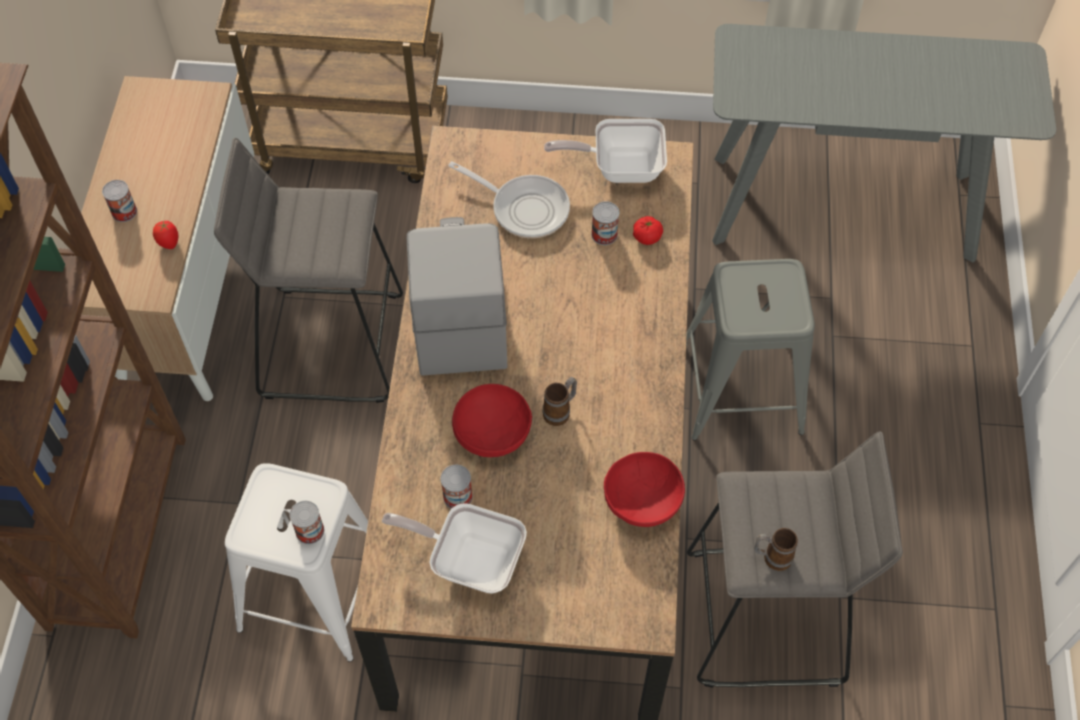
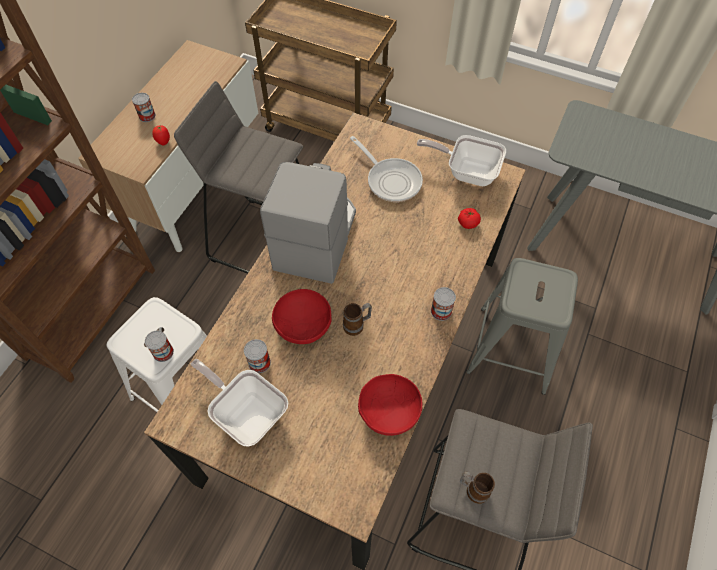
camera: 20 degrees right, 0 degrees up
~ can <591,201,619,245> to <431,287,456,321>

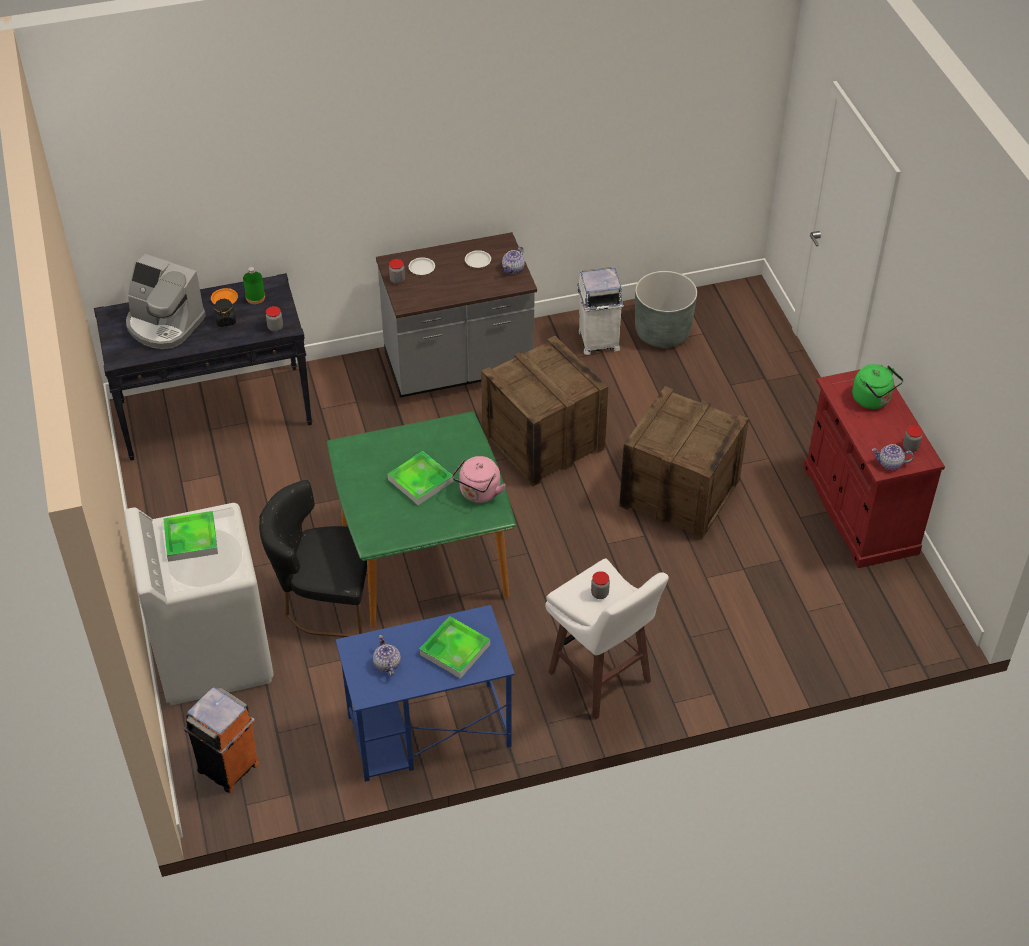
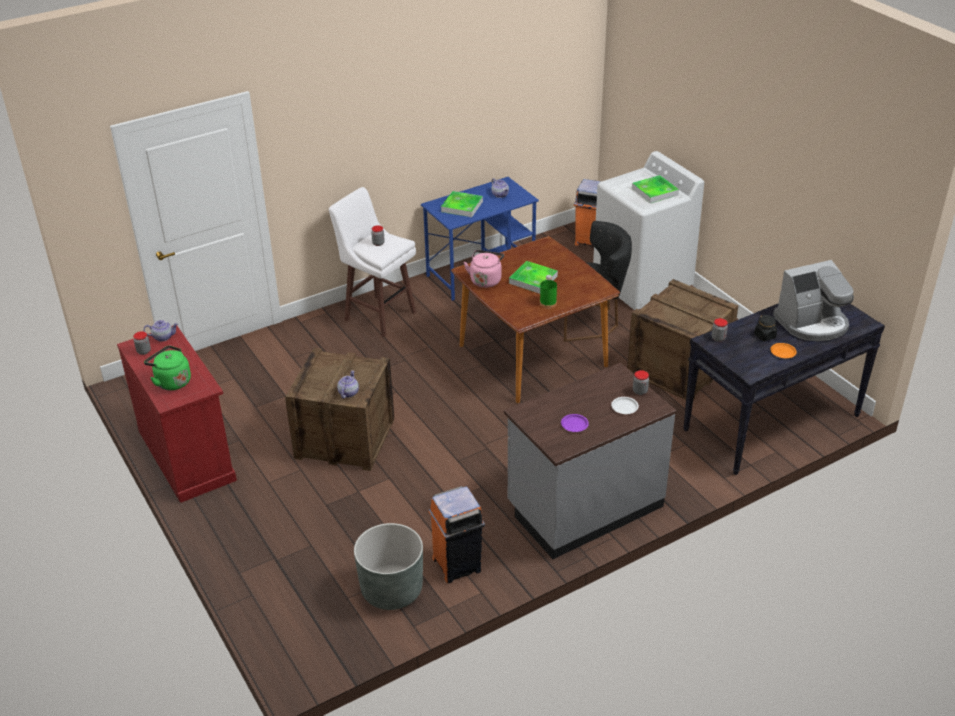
camera: 165 degrees right, 10 degrees down
~ green bottle <243,267,265,304> to <540,275,557,308>
~ crate <481,335,608,486> to <627,279,738,400>
~ teapot <502,246,525,274> to <337,370,359,399>
~ green dining table <327,411,516,628> to brown dining table <451,236,620,403>
~ white plate <465,250,491,268> to purple plate <561,414,589,432>
~ white trash can <577,267,624,355> to orange trash can <428,486,485,583>
~ coffee machine <126,254,206,349> = <773,260,854,341> 150 degrees clockwise

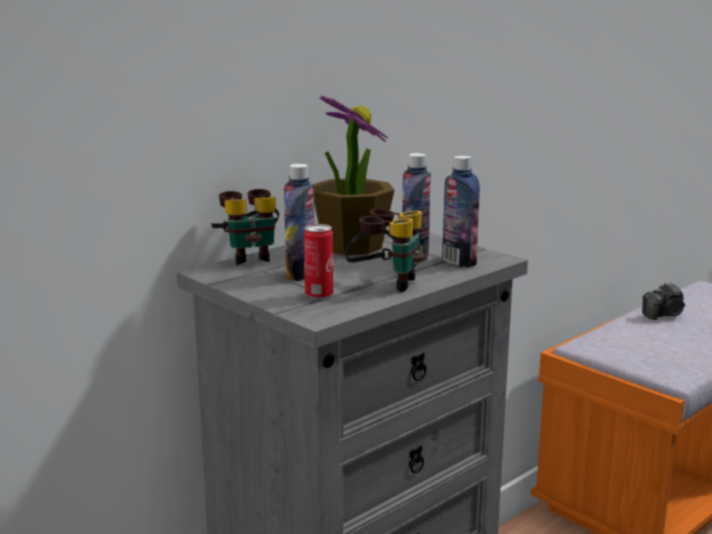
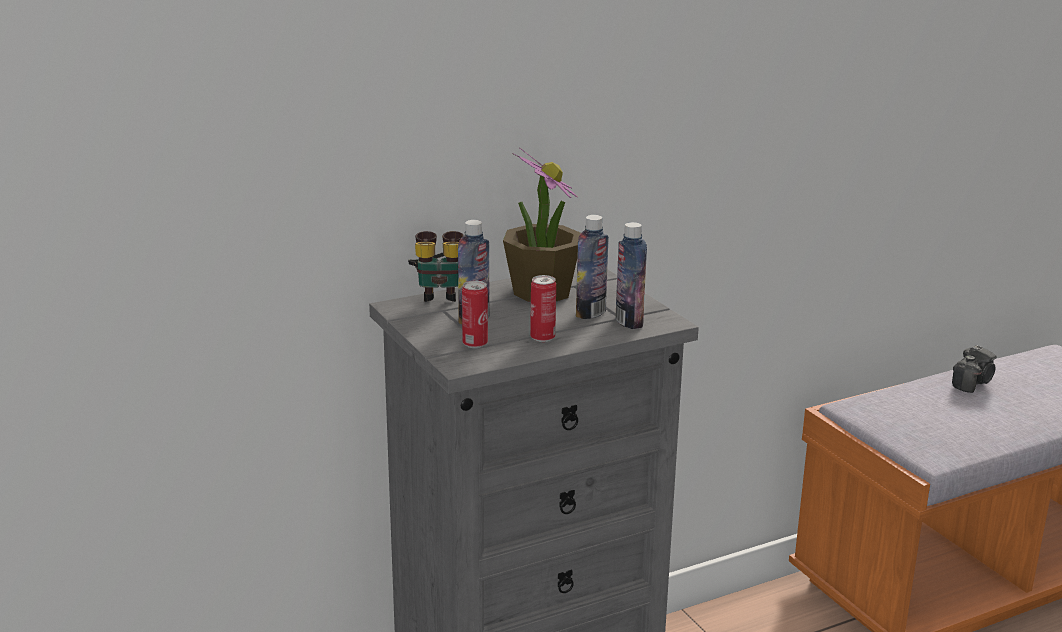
camera: 15 degrees right, 5 degrees up
~ binoculars <345,208,426,292> to can <530,275,556,342>
~ photo camera <642,282,685,320> = <952,345,996,393> 45 degrees counterclockwise

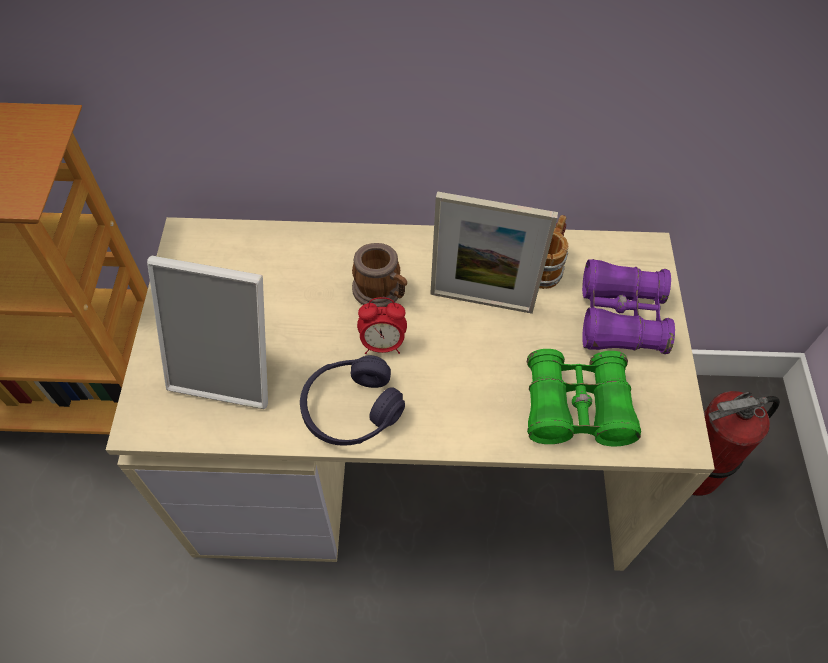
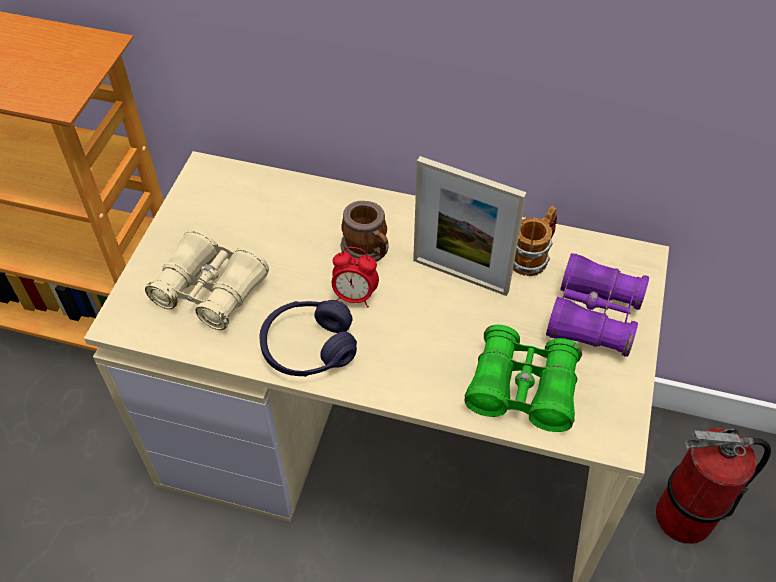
camera: 15 degrees right, 5 degrees down
~ picture frame <147,256,268,409> to beige binoculars <145,229,269,330>

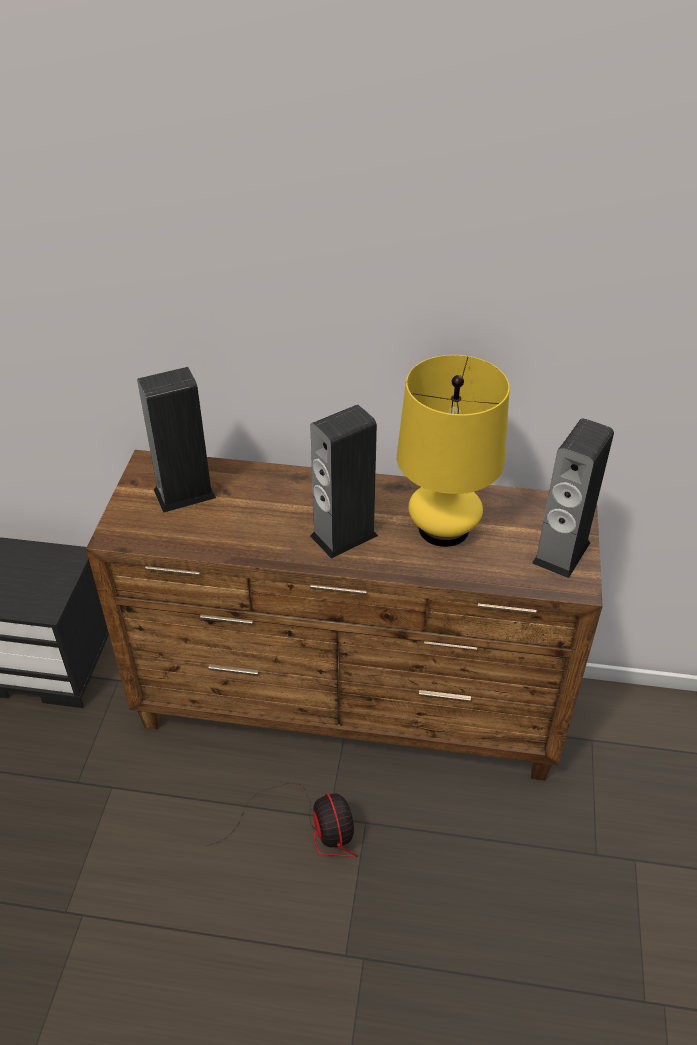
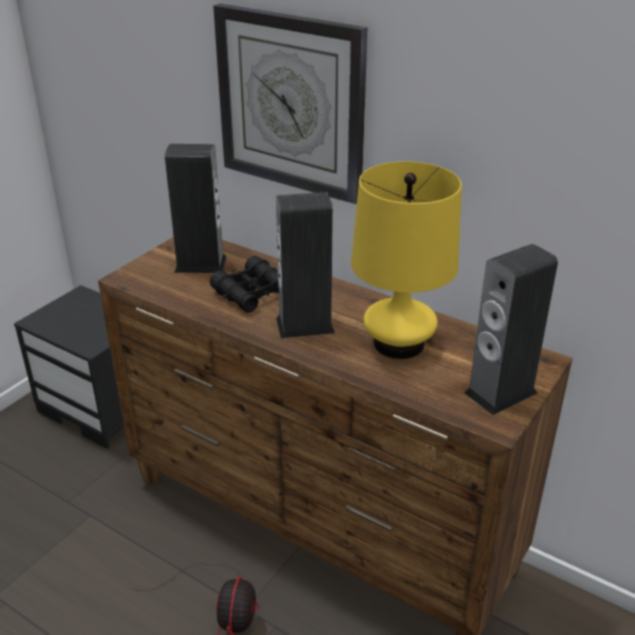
camera: 25 degrees right, 10 degrees down
+ black binoculars <210,256,279,313>
+ wall clock <213,4,367,204>

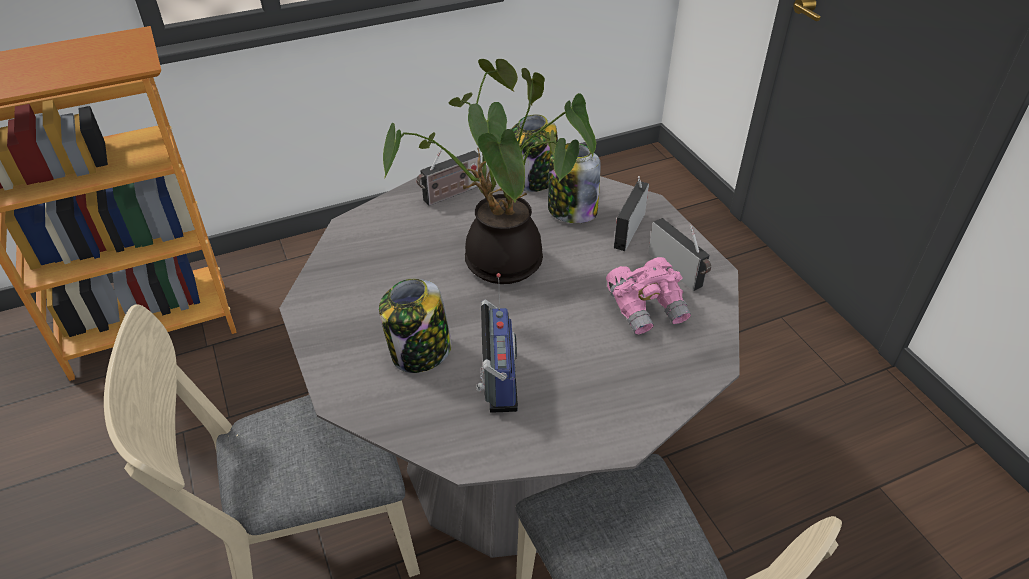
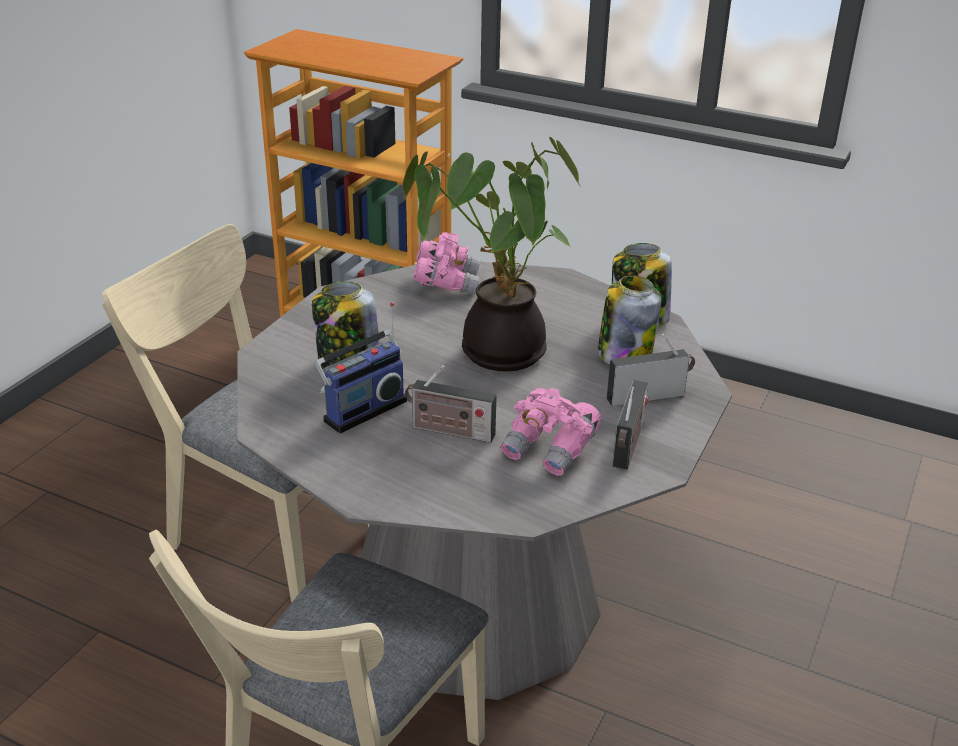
camera: 50 degrees right, 10 degrees down
+ pink binoculars <413,232,480,295>
~ radio <416,148,481,206> to <405,365,497,443>

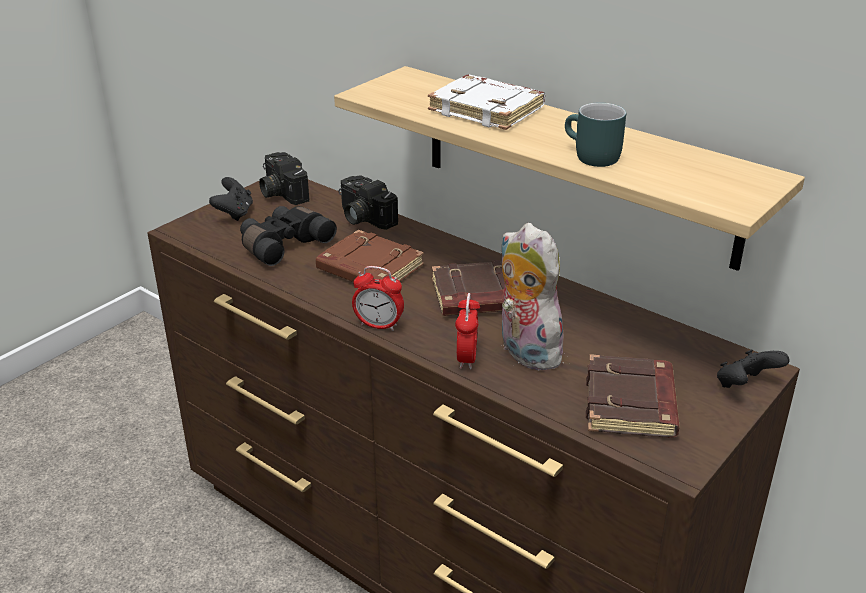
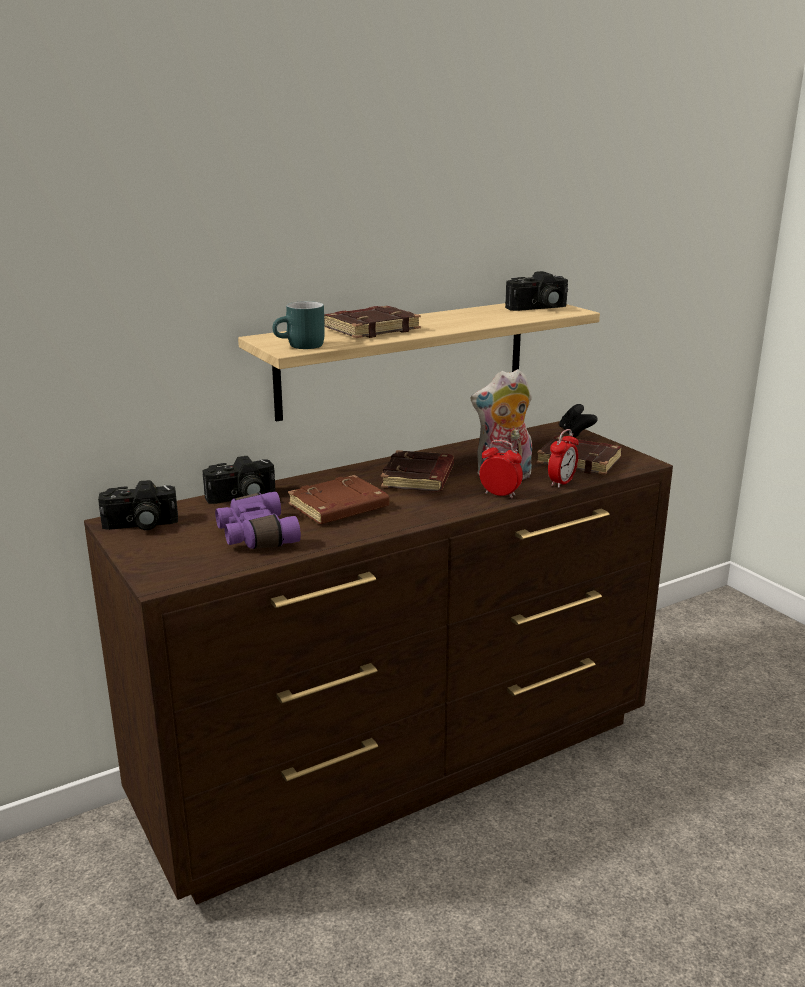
camera: 70 degrees left, 10 degrees down
- black game controller <209,177,253,221>
+ photo camera <505,271,568,311>
~ alarm clock <352,266,404,331> to <548,429,579,488>
~ turquoise mug <565,102,626,167> to <273,301,325,349>
~ black binoculars <240,206,337,266> to purple binoculars <215,492,301,549>
~ white book <428,74,545,130> to brown book <324,306,421,338>

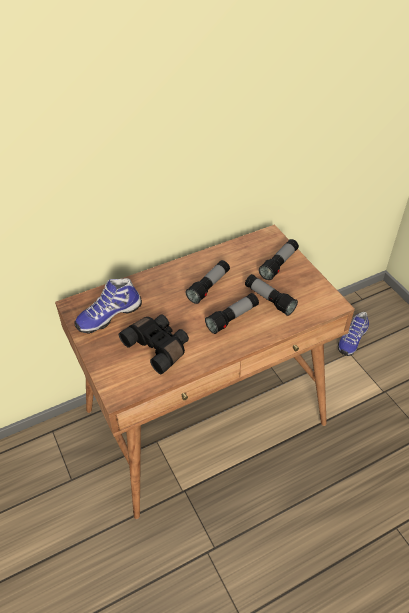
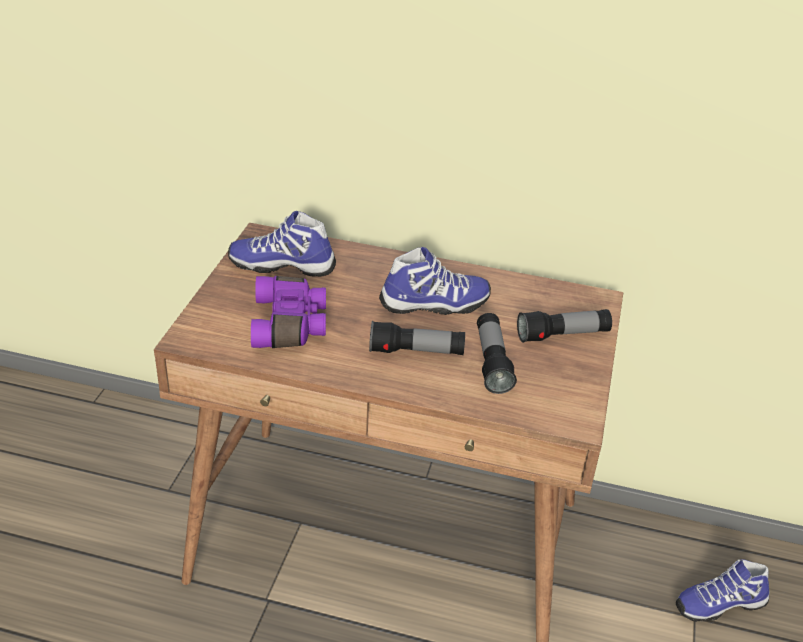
camera: 40 degrees right, 10 degrees down
~ flashlight <185,260,230,304> to shoe <379,247,491,315>
~ black binoculars <119,314,189,374> to purple binoculars <251,276,326,348>

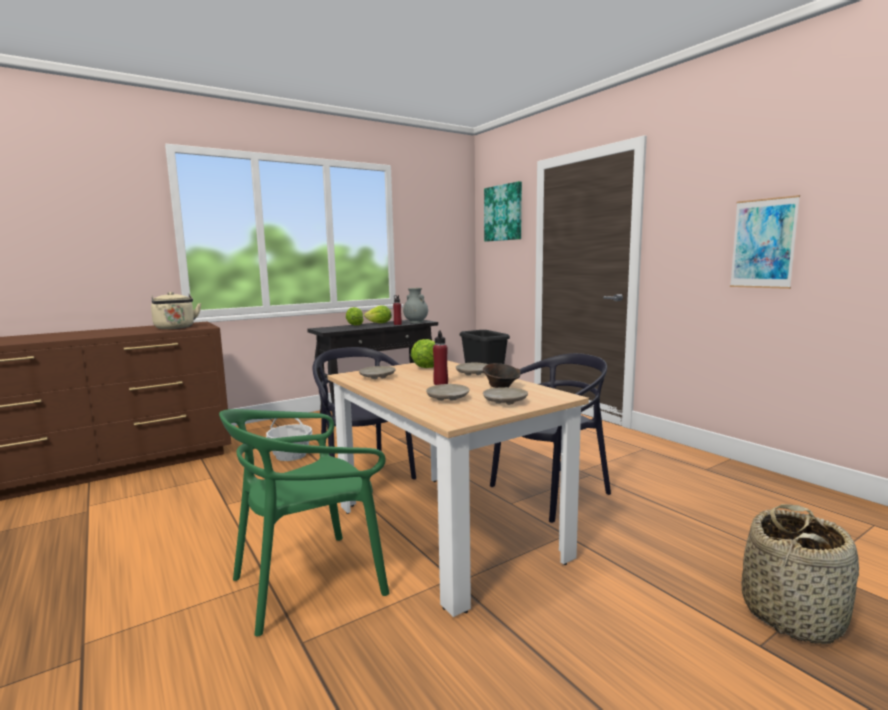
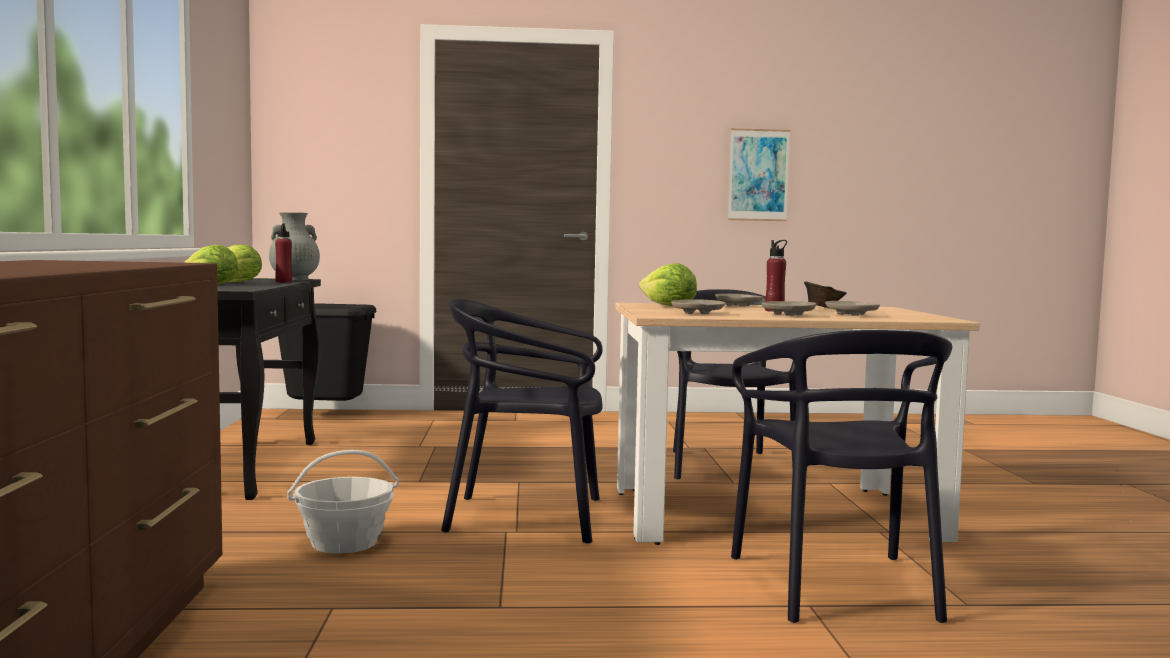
camera: 60 degrees left, 5 degrees down
- beige kettle <151,292,201,329>
- picture <484,181,522,241>
- basket <742,504,859,644>
~ beige plate <483,387,528,405> to <762,301,816,316>
~ green chair <219,409,389,636> to black chair <731,330,952,623>

